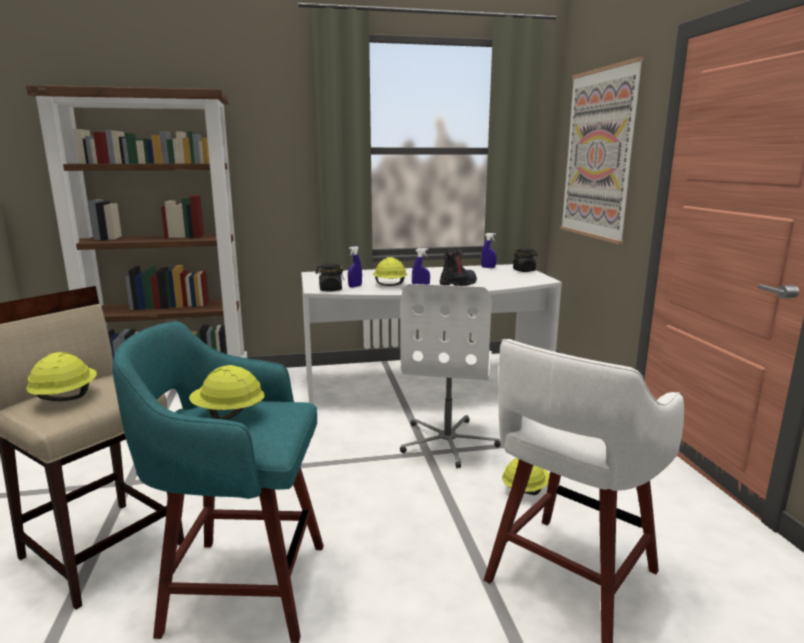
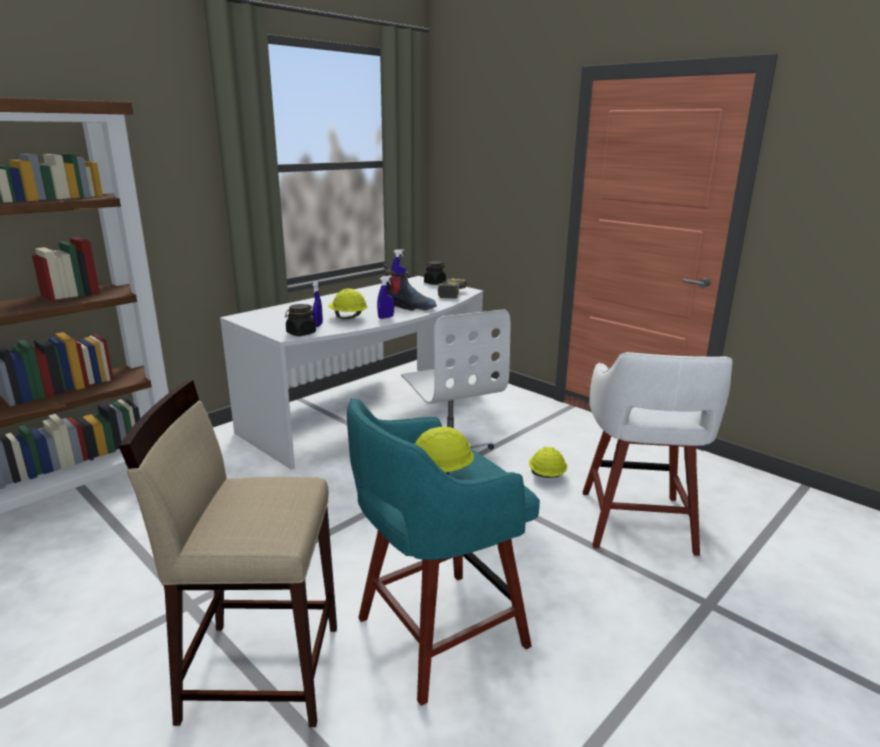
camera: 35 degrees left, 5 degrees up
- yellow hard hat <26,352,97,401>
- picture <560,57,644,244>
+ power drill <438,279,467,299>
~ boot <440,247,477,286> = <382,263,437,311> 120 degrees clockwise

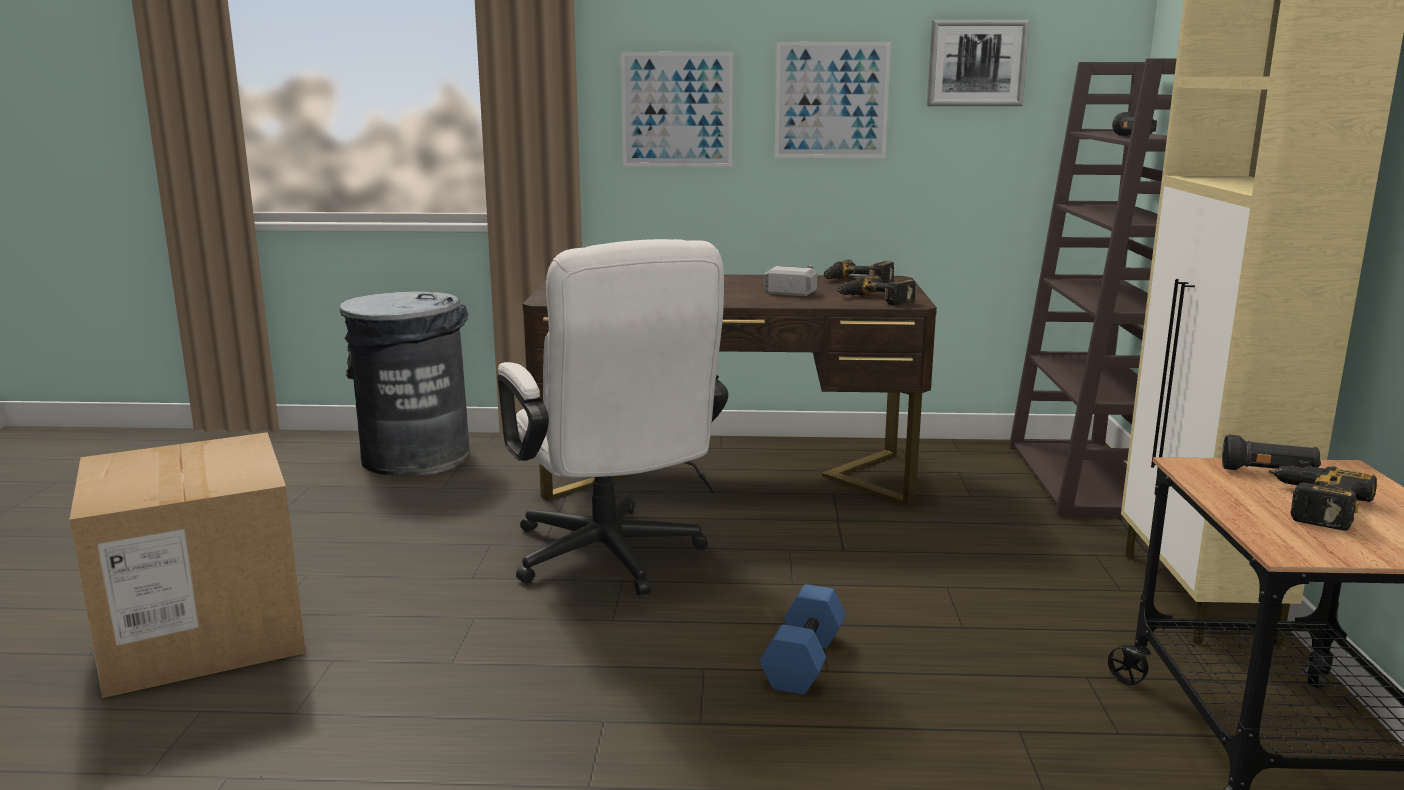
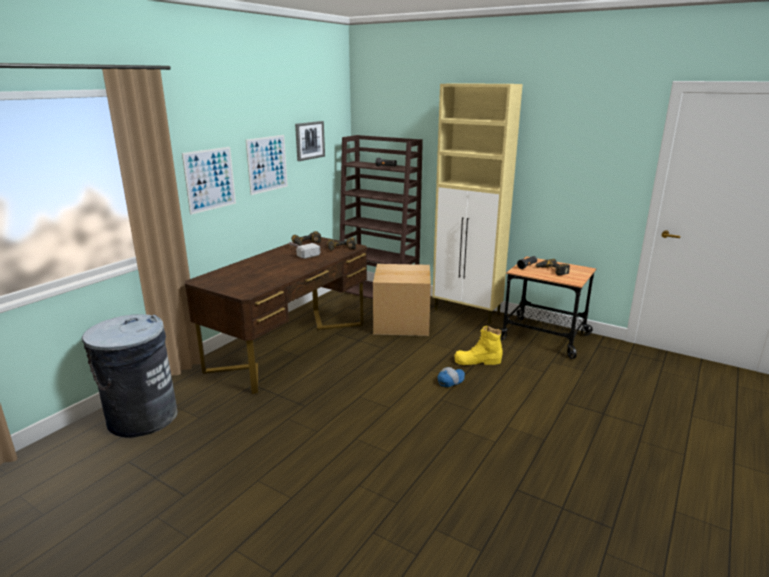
camera: 60 degrees left, 5 degrees up
- white office chair <497,239,728,596>
+ yellow boot <454,325,503,365>
~ cardboard box <69,432,306,698> to <373,264,431,336>
~ blue dumbbell <760,584,846,695> to cap <437,367,465,387>

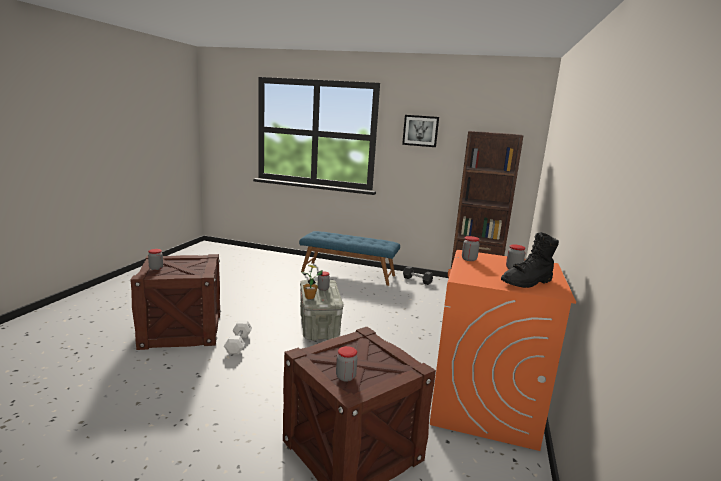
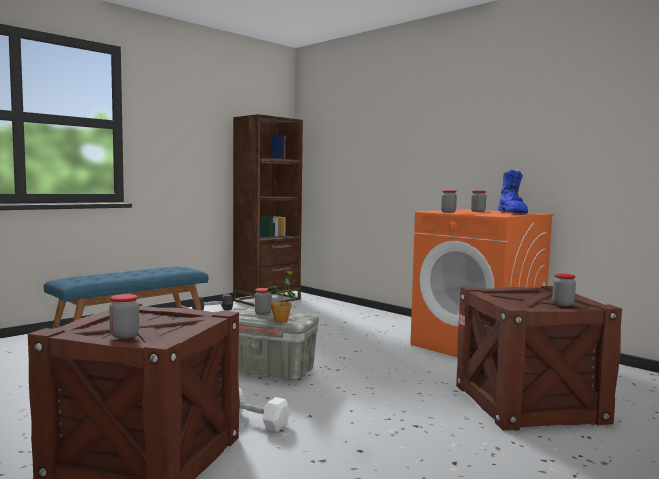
camera: 60 degrees left, 10 degrees down
- picture <402,115,439,147>
~ black boot <501,232,559,288> to blue boot <498,170,528,213>

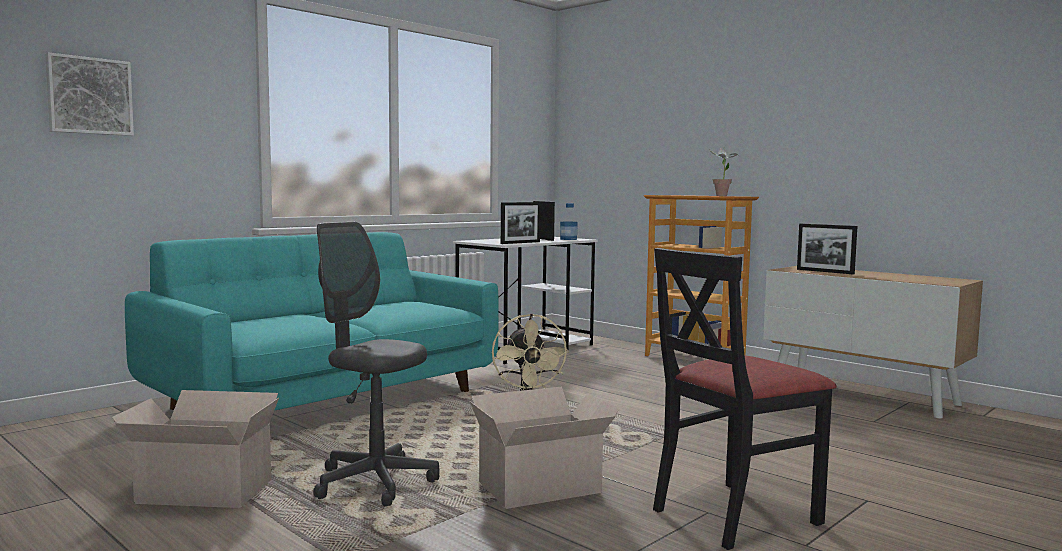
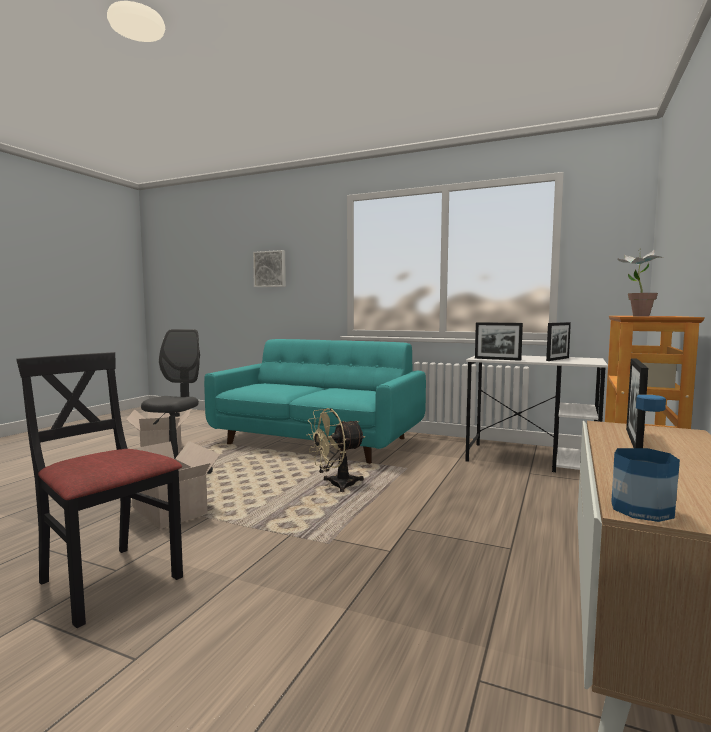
camera: 70 degrees right, 0 degrees up
~ bottle <560,203,578,240> to <611,395,680,522>

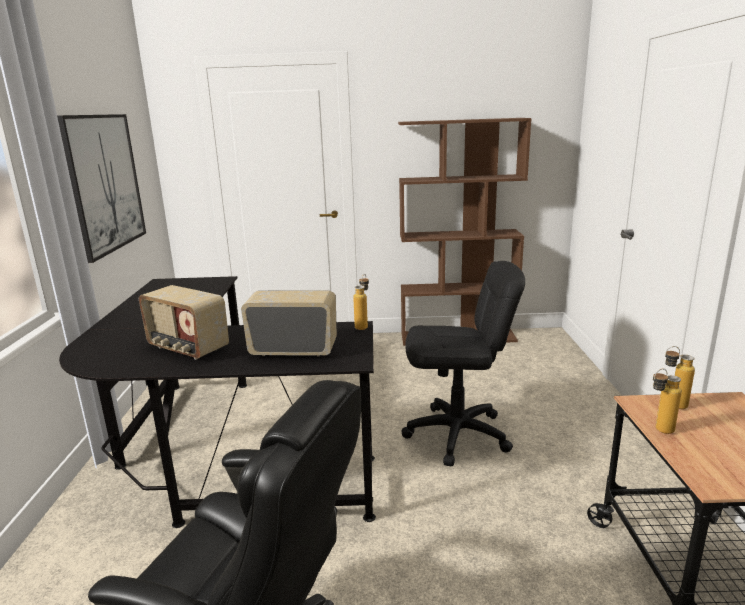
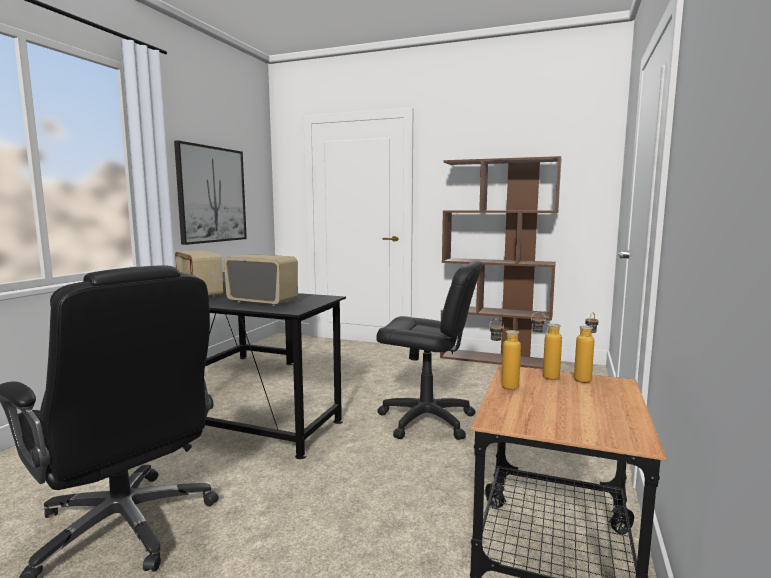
camera: 20 degrees right, 10 degrees down
~ bottle <353,274,369,330> to <574,312,599,383>

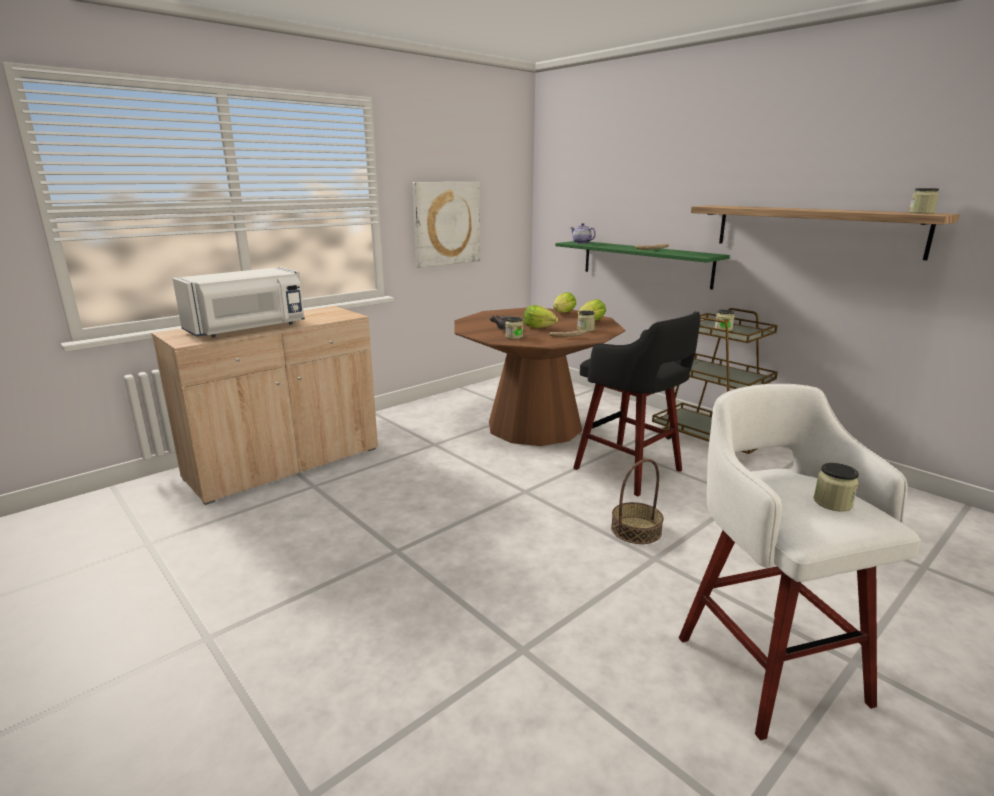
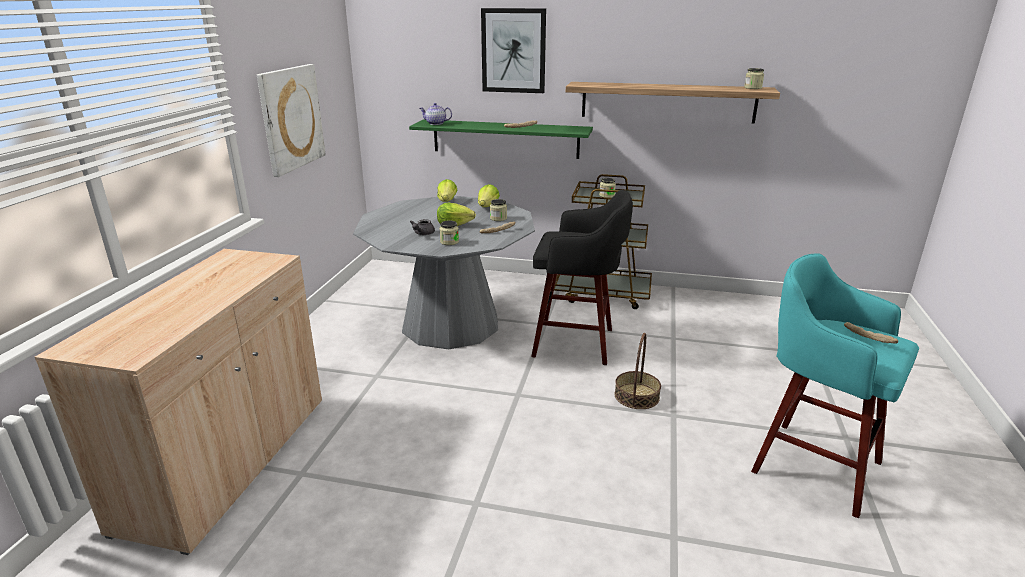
camera: 35 degrees left, 5 degrees up
- white microwave <172,267,305,337>
+ picture <481,8,546,93>
~ jar <813,463,859,511> to bread <844,322,898,344>
~ brown dining table <454,307,625,446> to grey dining table <353,196,535,349>
~ white stool <679,384,921,740> to turquoise stool <751,253,919,518>

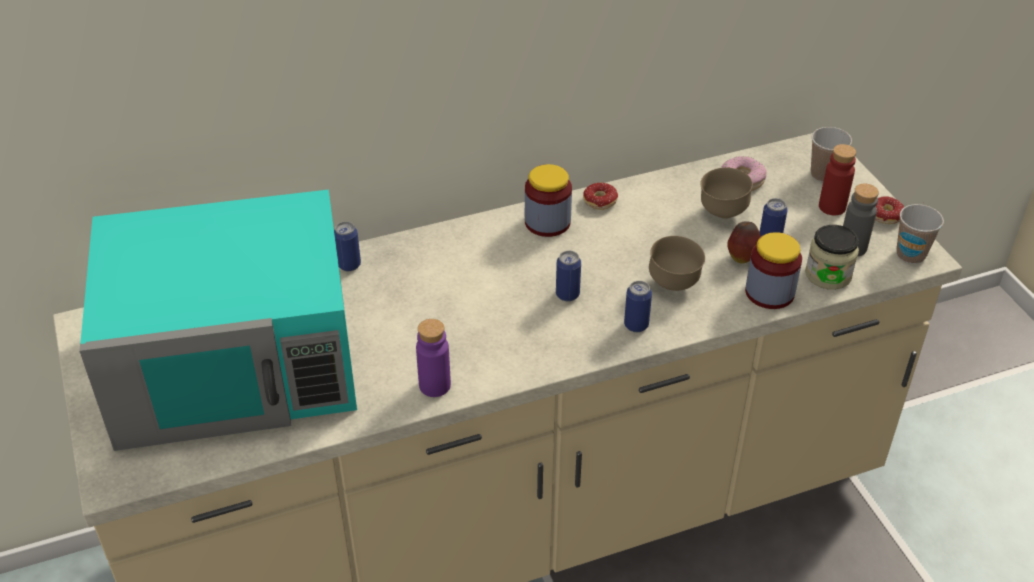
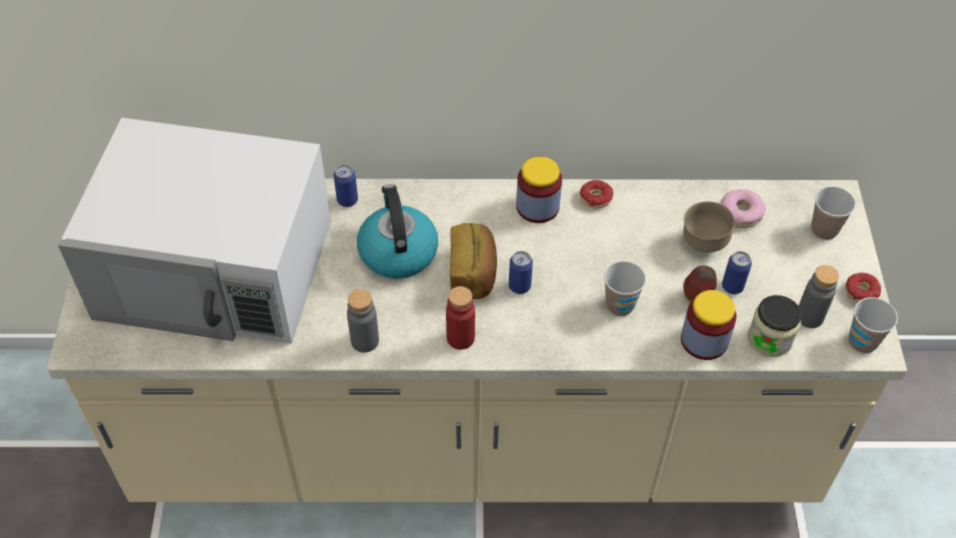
camera: 20 degrees right, 10 degrees up
- can <624,281,652,332>
+ kettle <357,184,438,279>
+ bread <450,223,497,299>
~ red bottle <819,144,856,215> to <446,286,475,350>
~ brown bowl <649,236,705,291> to cup <604,261,646,316>
~ turquoise microwave <79,190,357,451> to white microwave <58,118,331,344>
~ purple bottle <416,319,451,397> to grey bottle <347,289,379,353>

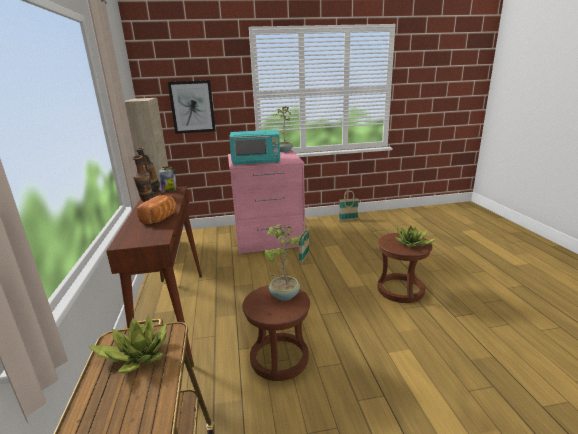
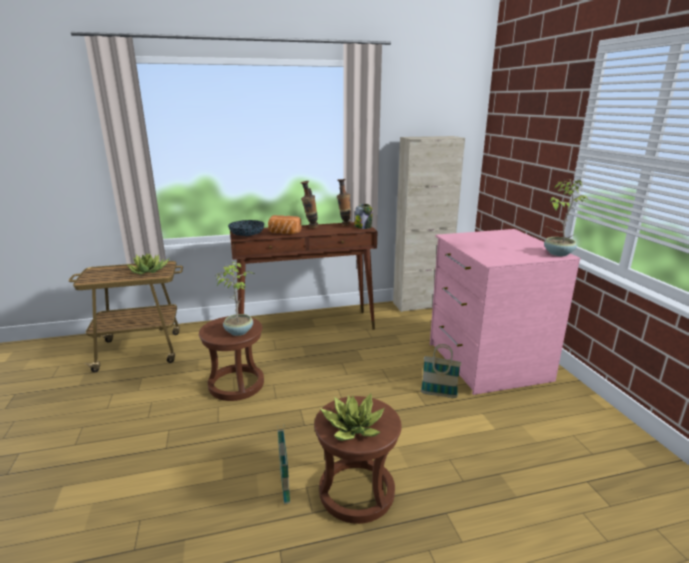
camera: 85 degrees right, 0 degrees up
- picture <168,80,216,134>
- turquoise microwave <229,130,280,165>
+ bowl <228,220,264,236>
~ basket <339,190,359,221> to <278,427,290,504>

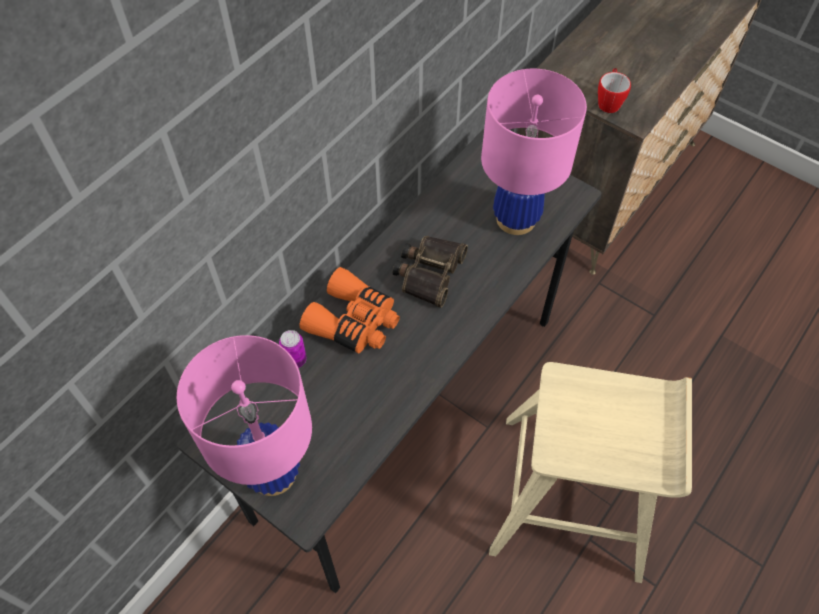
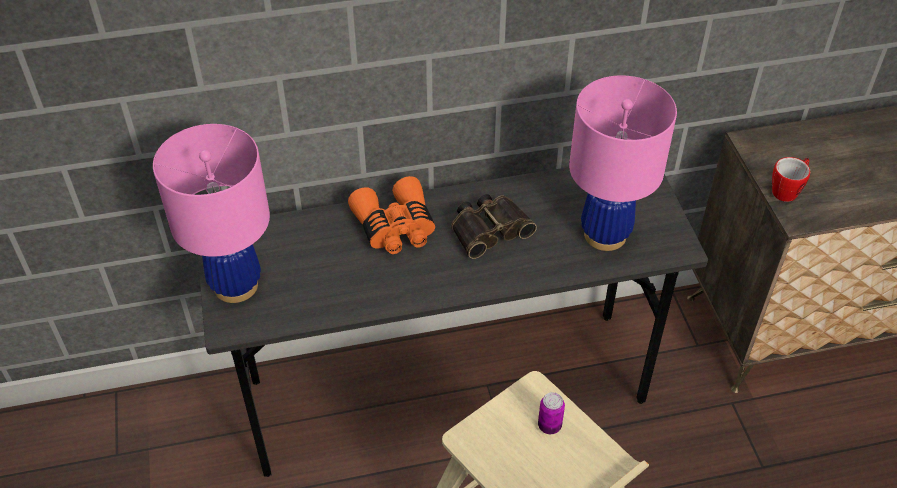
camera: 40 degrees right, 10 degrees down
~ can <279,330,307,368> to <538,392,565,434>

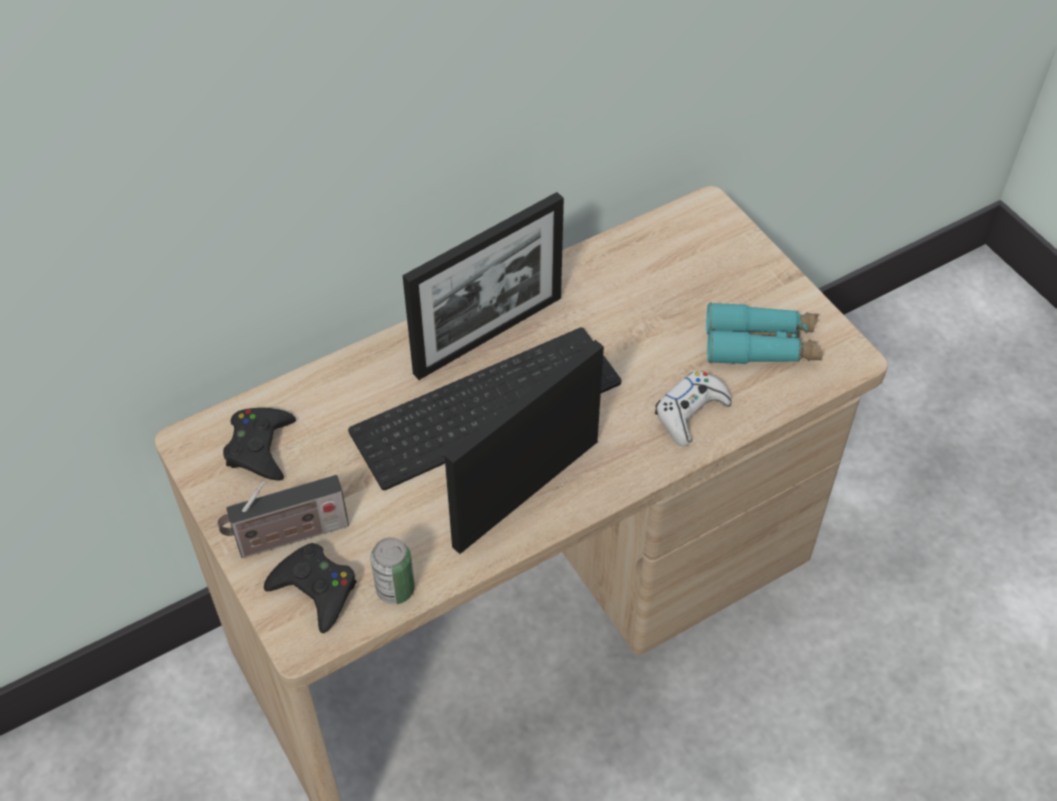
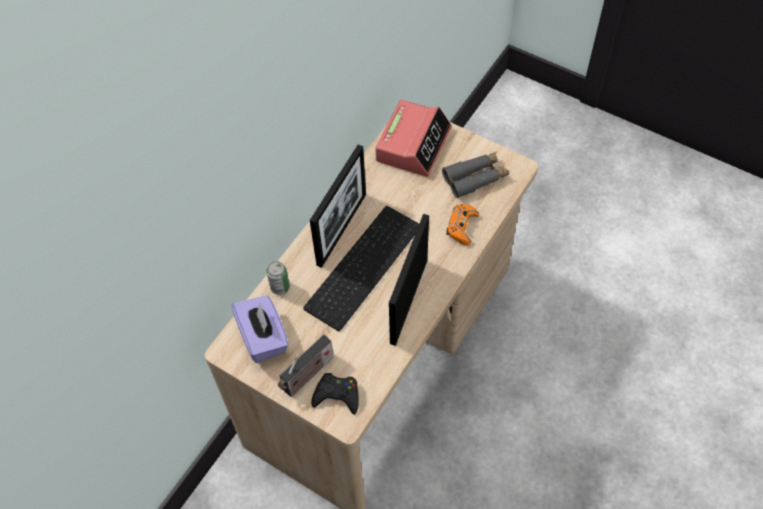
camera: 25 degrees left, 5 degrees up
+ alarm clock <375,100,452,177>
~ can <371,537,415,604> to <267,261,290,295>
~ black game controller <223,408,296,481> to purple tissue box <232,296,289,363>
~ white game controller <655,371,732,446> to orange game controller <447,204,479,246>
~ turquoise binoculars <706,302,823,364> to grey binoculars <442,152,509,198>

